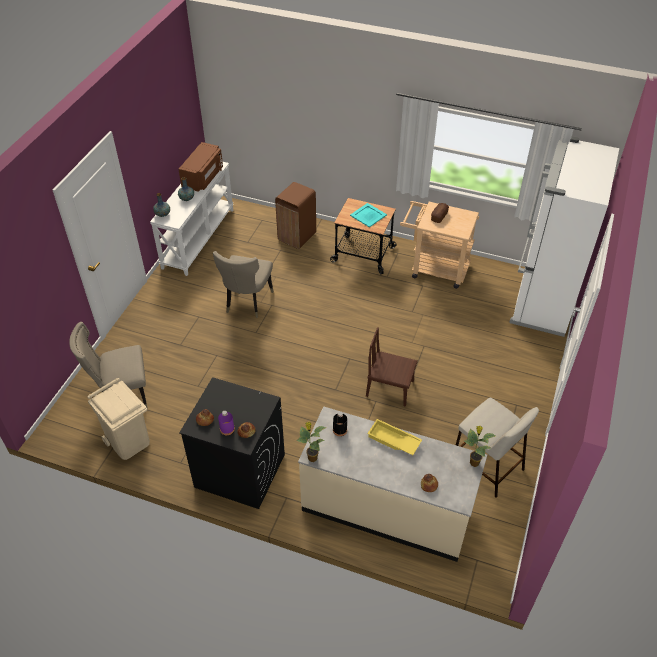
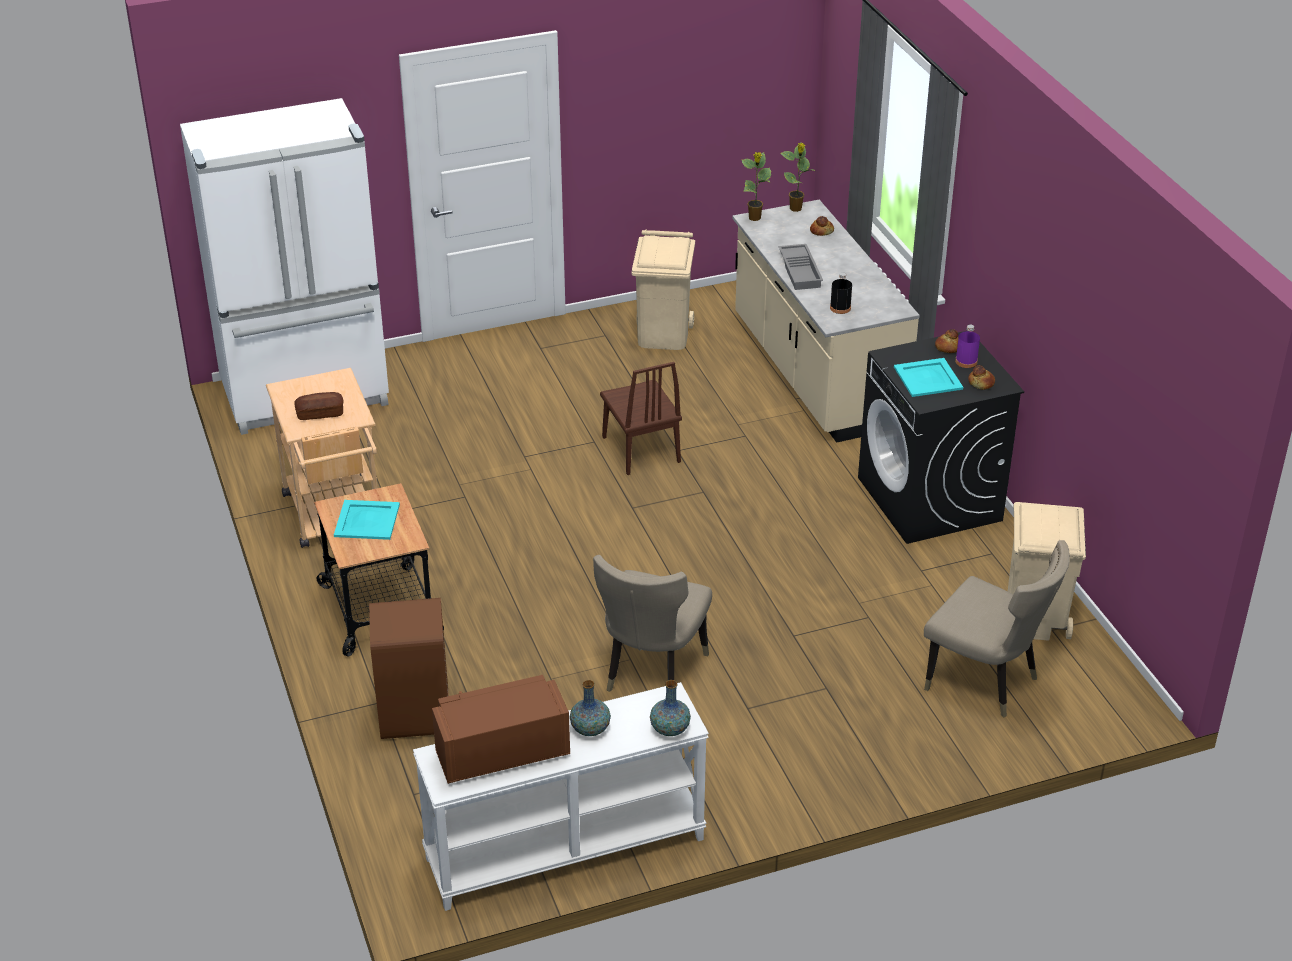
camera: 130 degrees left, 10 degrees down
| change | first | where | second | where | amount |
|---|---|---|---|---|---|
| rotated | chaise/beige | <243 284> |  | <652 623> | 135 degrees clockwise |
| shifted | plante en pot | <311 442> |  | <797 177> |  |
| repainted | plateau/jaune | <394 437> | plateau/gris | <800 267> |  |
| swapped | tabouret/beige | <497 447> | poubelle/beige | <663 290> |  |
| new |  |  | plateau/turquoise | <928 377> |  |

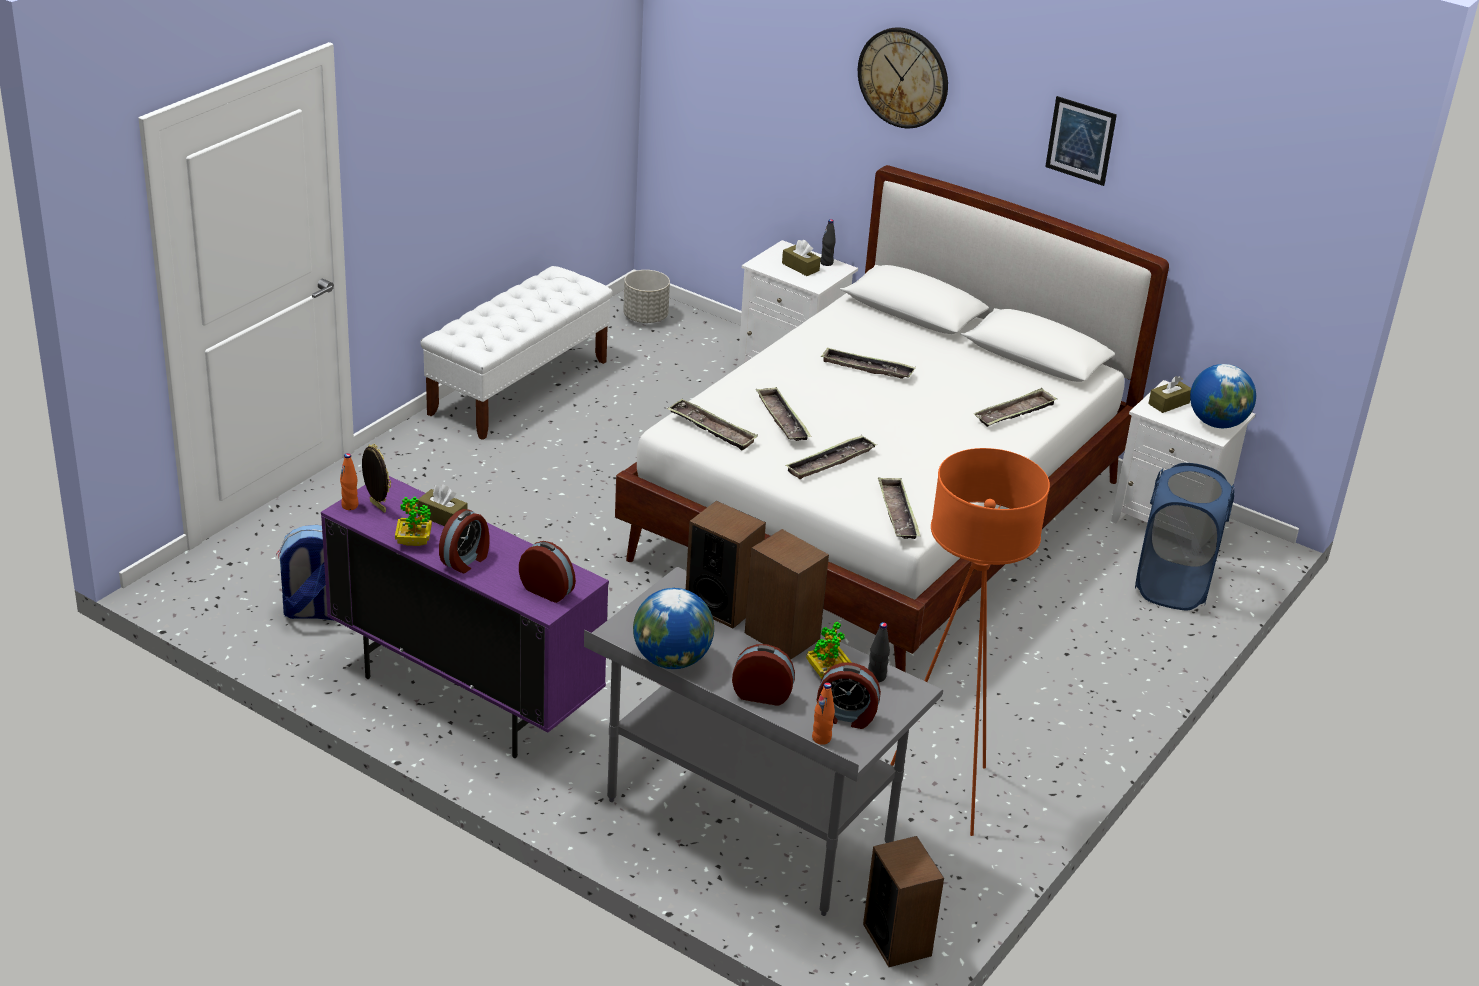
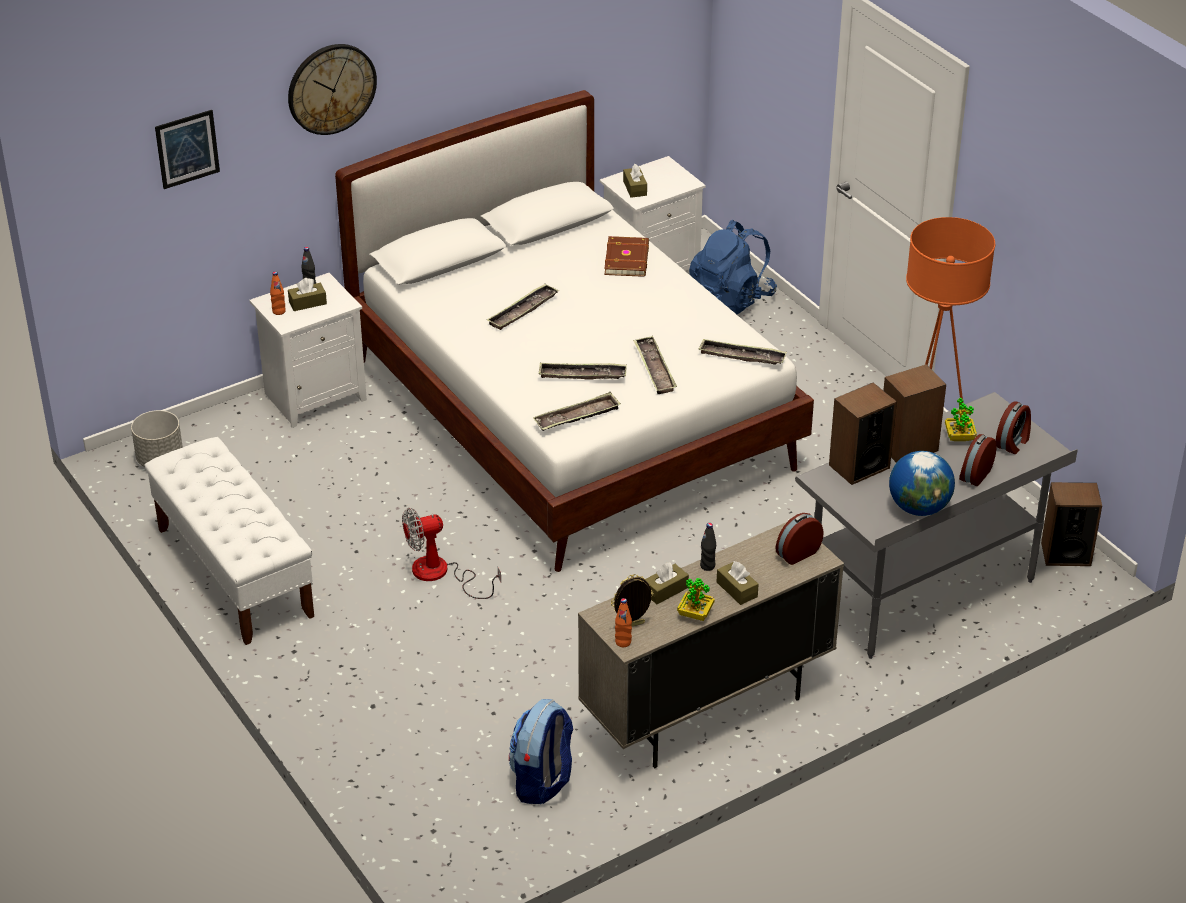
camera: 65 degrees left, 5 degrees up
| change | first | where | second | where | amount |
|---|---|---|---|---|---|
| repainted | meuble de rangement/violet | <465 617> | meuble de rangement/beige | <711 645> |  |
| swapped | réveil | <464 541> | boîte à mouchoirs/marron | <738 583> |  |
| shifted | bouteille/orange | <823 713> |  | <278 293> |  |
| shifted | bouteille/noir | <879 652> |  | <708 547> |  |
| swapped | plateau | <1015 407> | livre/marron | <626 256> |  |
| shifted | tableau | <1081 141> |  | <187 149> |  |
| swapped | panier à linge/bleu | <1185 536> | sac à dos/bleu | <733 267> |  |
| gone | globe | <1223 396> |  |  |  |
| new |  |  | ventilateur | <451 553> |  |

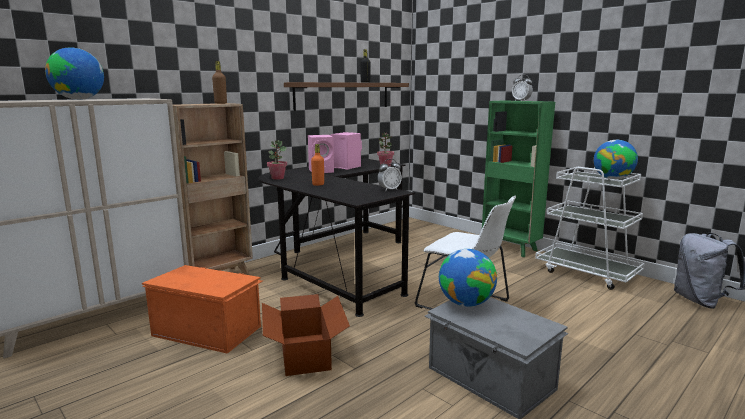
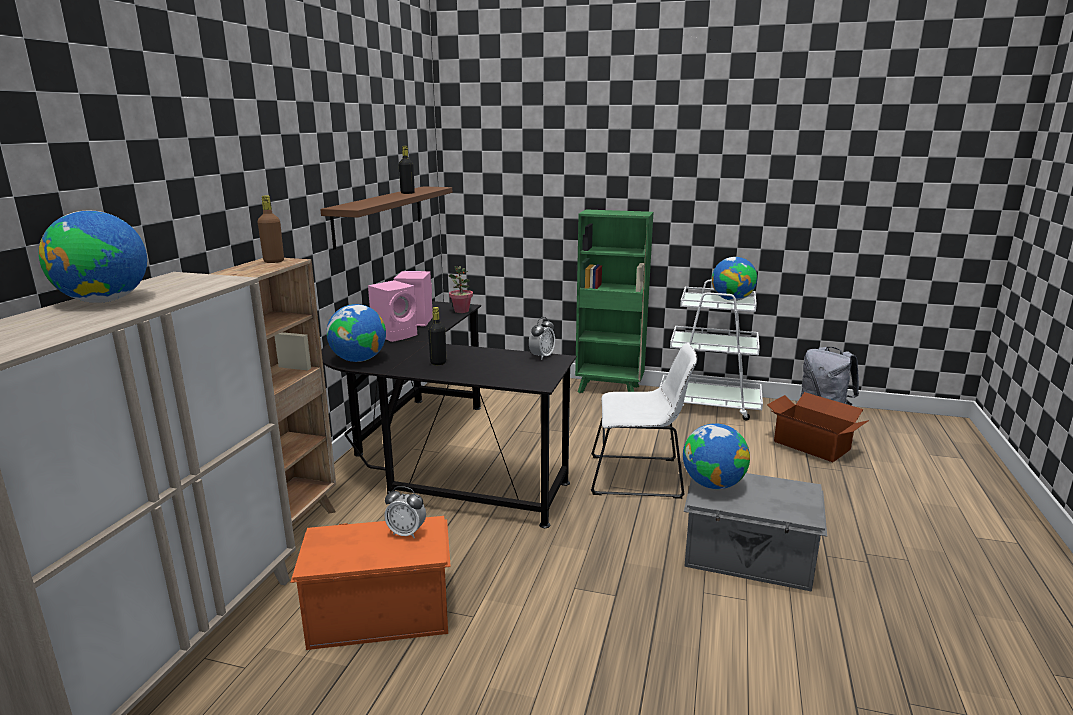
camera: 30 degrees left, 5 degrees up
| change | first | where | second | where | amount |
|---|---|---|---|---|---|
| shifted | carton | <306 335> |  | <818 427> |  |
| swapped | plante en pot | <277 160> | globe | <356 333> |  |
| repainted | bouteille/orange | <317 165> | bouteille/noir | <437 336> |  |
| shifted | réveil | <522 88> |  | <405 512> |  |

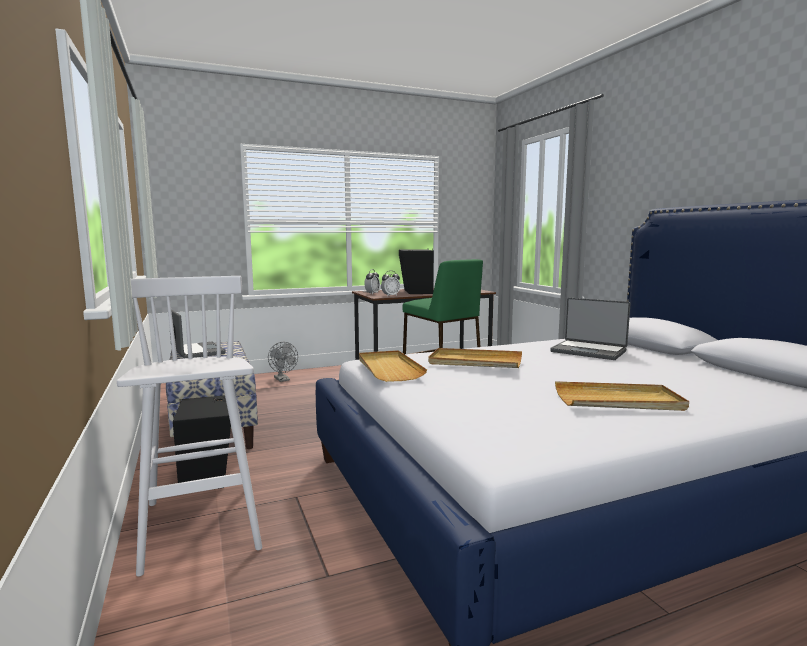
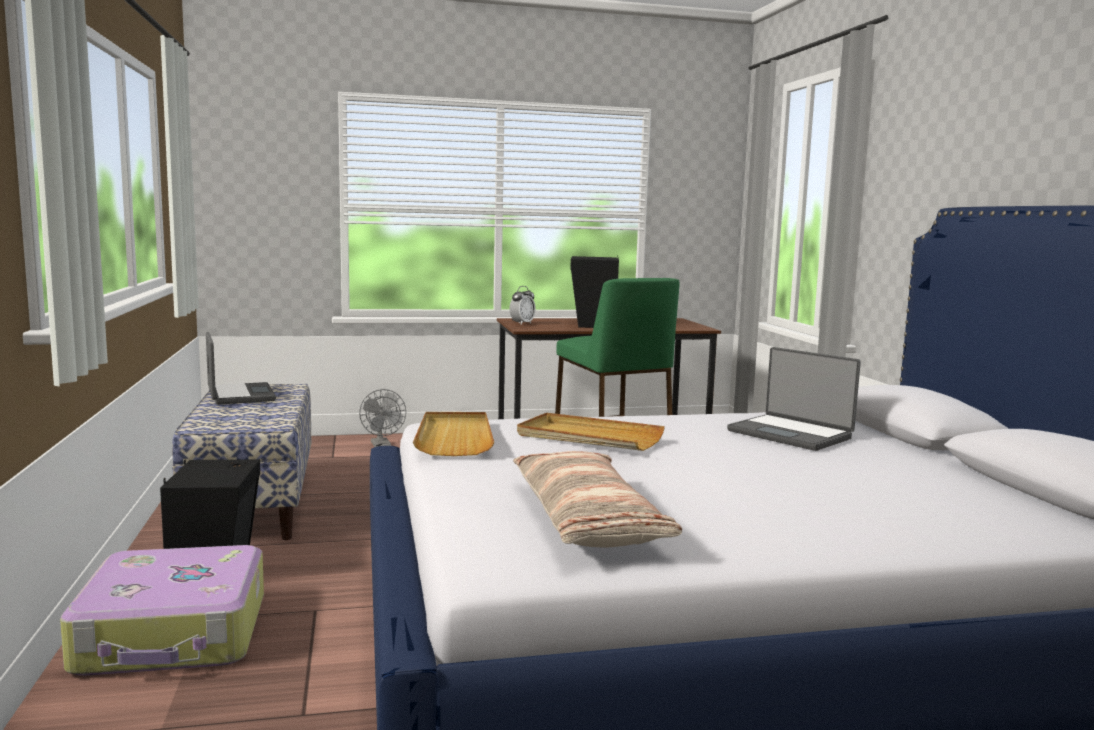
camera: 10 degrees right, 0 degrees up
| change | first | where | second | where | amount |
|---|---|---|---|---|---|
| swapped | tabouret/blanc | <189 426> | valise | <162 610> |  |
| gone | réveil | <391 284> |  |  |  |
| gone | plateau/beige | <622 396> |  |  |  |
| new |  |  | coussin | <597 499> |  |

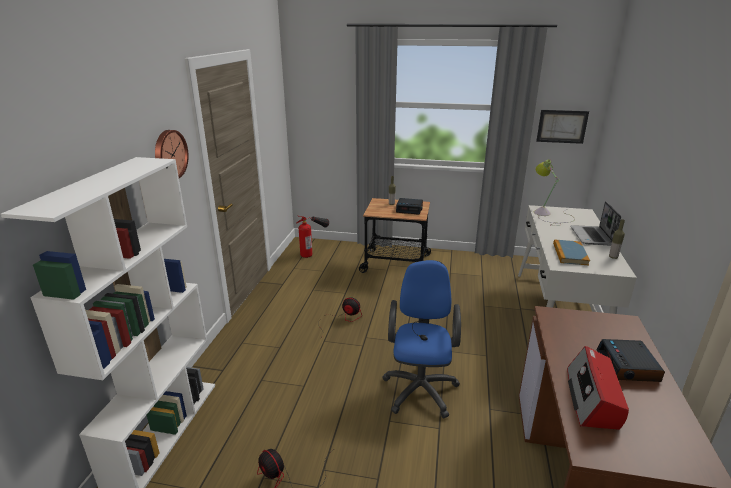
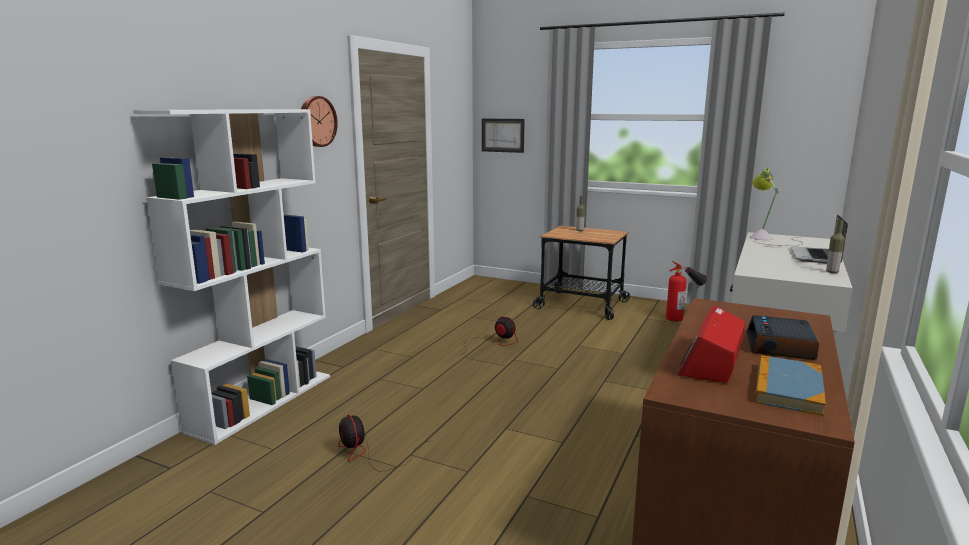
camera: 15 degrees right, 10 degrees down
| change | first | where | second | where | amount |
|---|---|---|---|---|---|
| shifted | extincteur | <313 237> |  | <686 291> |  |
| gone | chaise de bureau/bleu | <421 339> |  |  |  |
| gone | réveil | <409 206> |  |  |  |
| shifted | tableau | <562 127> |  | <503 135> |  |
| shifted | livre | <571 252> |  | <790 385> |  |

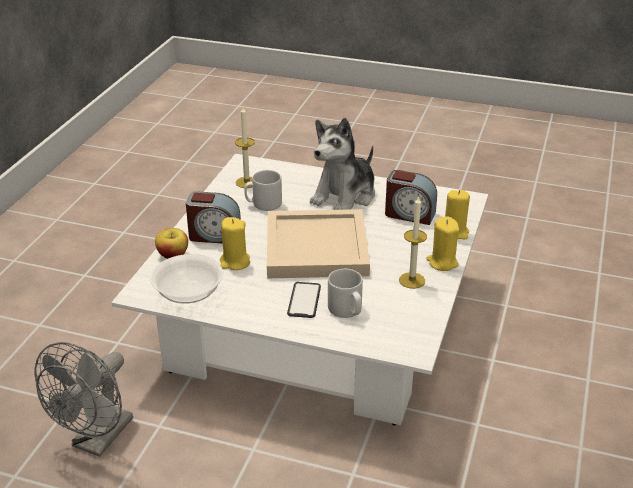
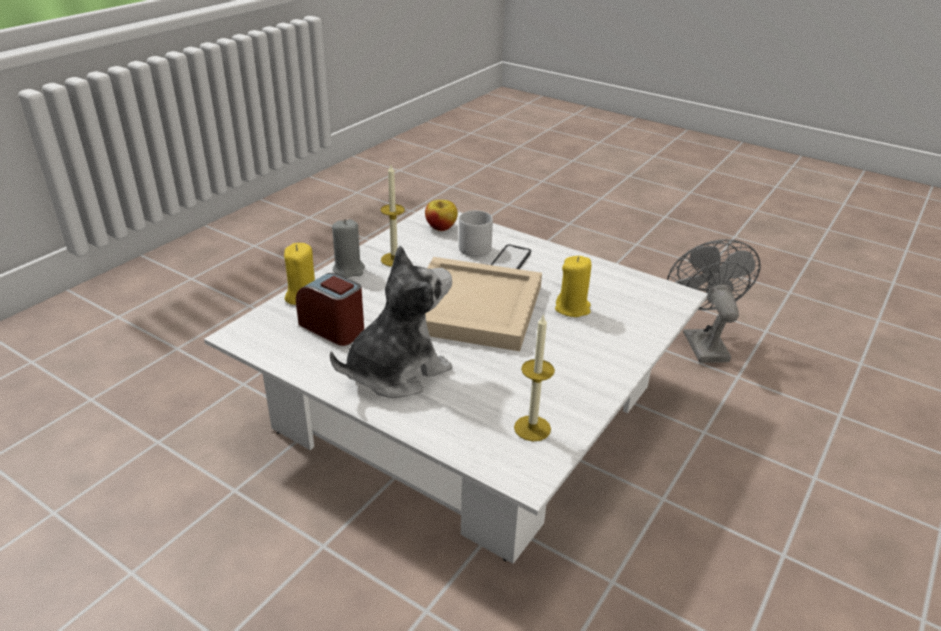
camera: 165 degrees left, 0 degrees up
| change | first | where | second | where | amount |
|---|---|---|---|---|---|
| rotated | ventilateur/gris | <84 399> |  | <714 301> | 45 degrees counterclockwise |
| gone | bol | <186 279> |  |  |  |
| shifted | pomme | <171 243> |  | <441 215> |  |
| gone | réveil | <213 217> |  |  |  |
| gone | mug/gris | <263 190> |  |  |  |
| repainted | bougie/jaune | <442 244> | bougie/gris | <348 248> |  |

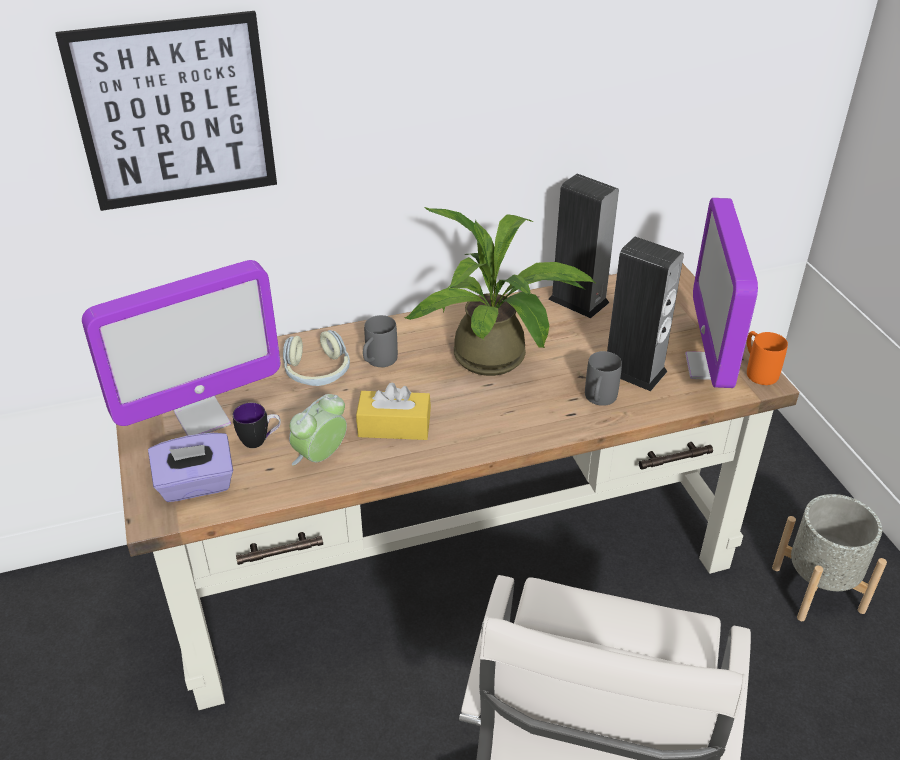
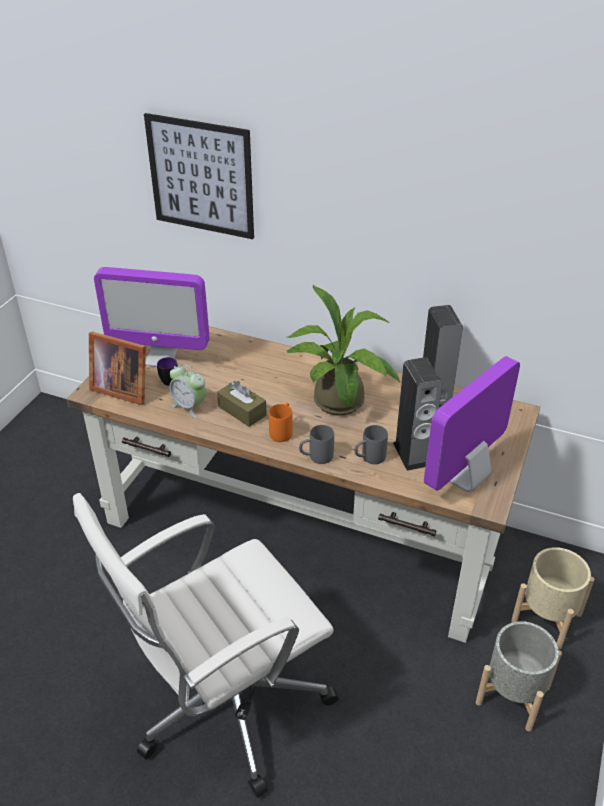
camera: 40 degrees right, 0 degrees up
| change | first | where | second | where | amount |
|---|---|---|---|---|---|
| swapped | boîte à mouchoirs/violet | <190 467> | cadre photo | <117 368> |  |
| gone | casque audio | <316 358> |  |  |  |
| rotated | réveil | <318 429> |  | <188 391> | 135 degrees counterclockwise |
| repainted | boîte à mouchoirs/jaune | <393 411> | boîte à mouchoirs/marron | <242 404> |  |
| shifted | mug/gris | <380 341> |  | <316 444> |  |
| shifted | mug/orange | <767 358> |  | <281 422> |  |
| new |  |  | cache-pot/beige | <552 598> |  |

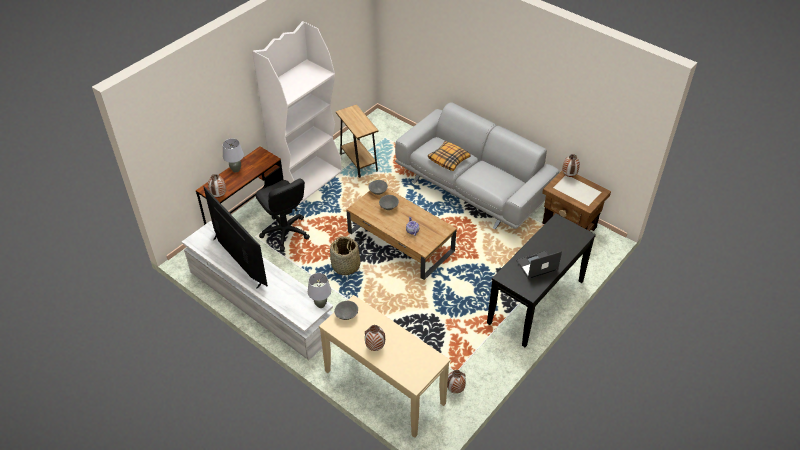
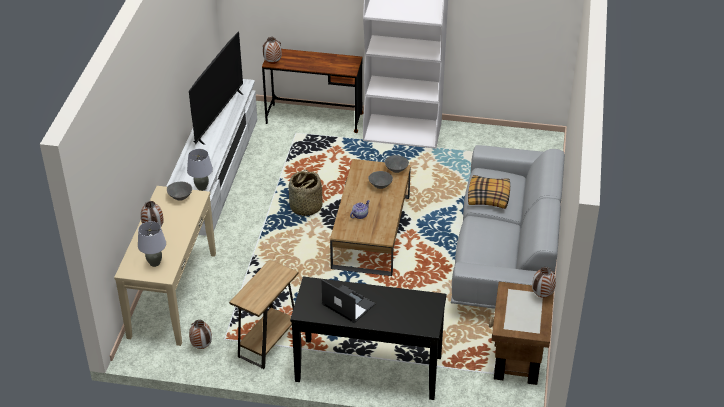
camera: 60 degrees right, 5 degrees down
| change | first | where | second | where | amount |
|---|---|---|---|---|---|
| shifted | lampe de table/gris | <233 155> |  | <152 244> |  |
| gone | chaise de bureau/noir | <283 214> |  |  |  |
| shifted | table d'appoint/marron | <357 141> |  | <264 314> |  |

